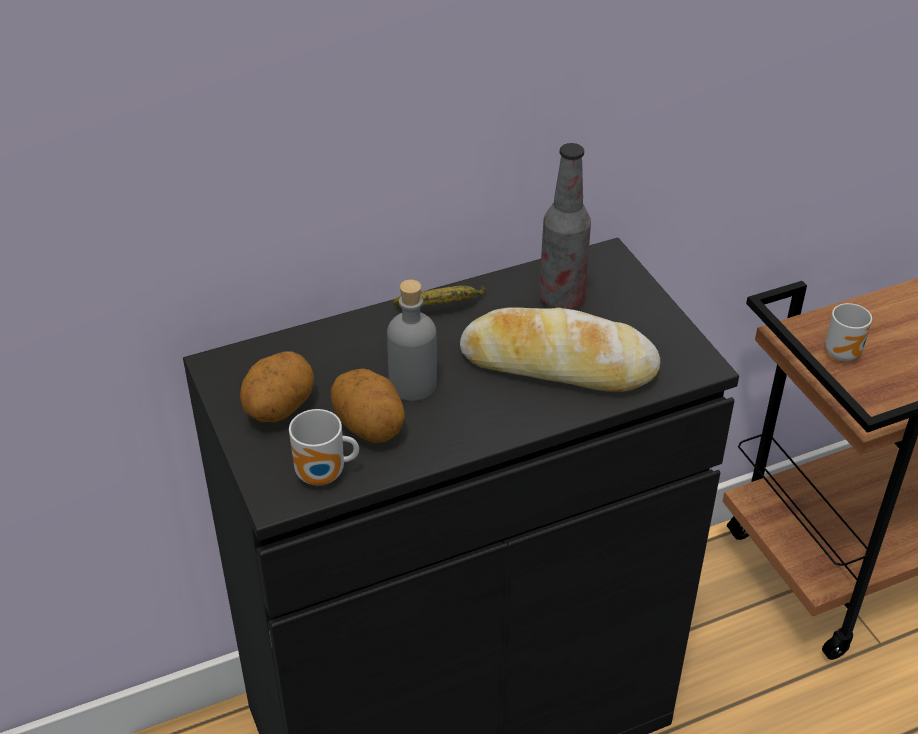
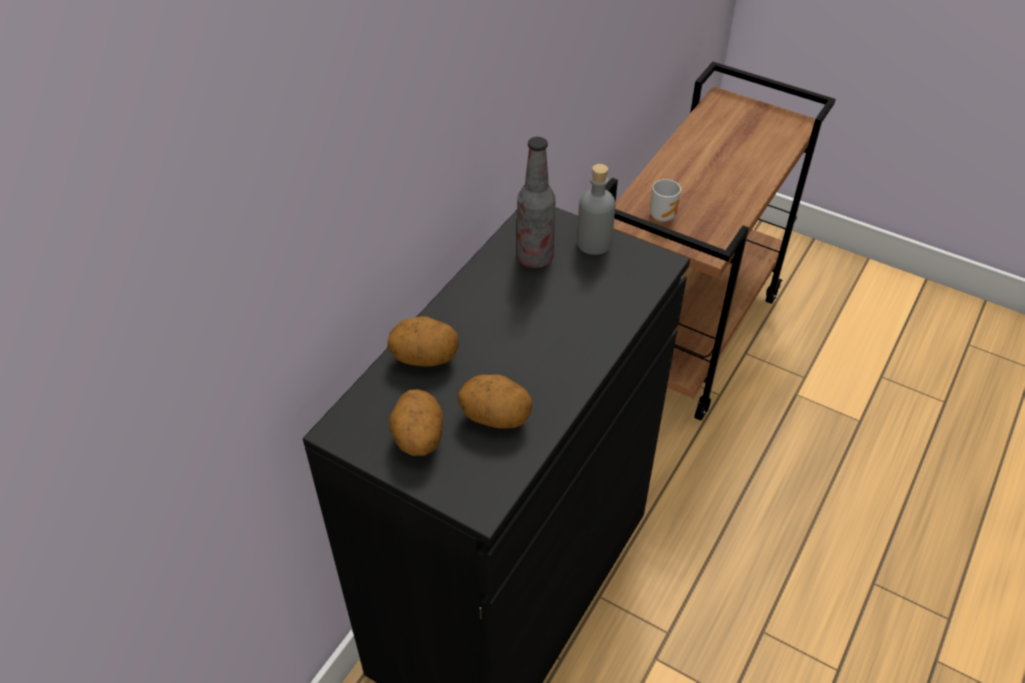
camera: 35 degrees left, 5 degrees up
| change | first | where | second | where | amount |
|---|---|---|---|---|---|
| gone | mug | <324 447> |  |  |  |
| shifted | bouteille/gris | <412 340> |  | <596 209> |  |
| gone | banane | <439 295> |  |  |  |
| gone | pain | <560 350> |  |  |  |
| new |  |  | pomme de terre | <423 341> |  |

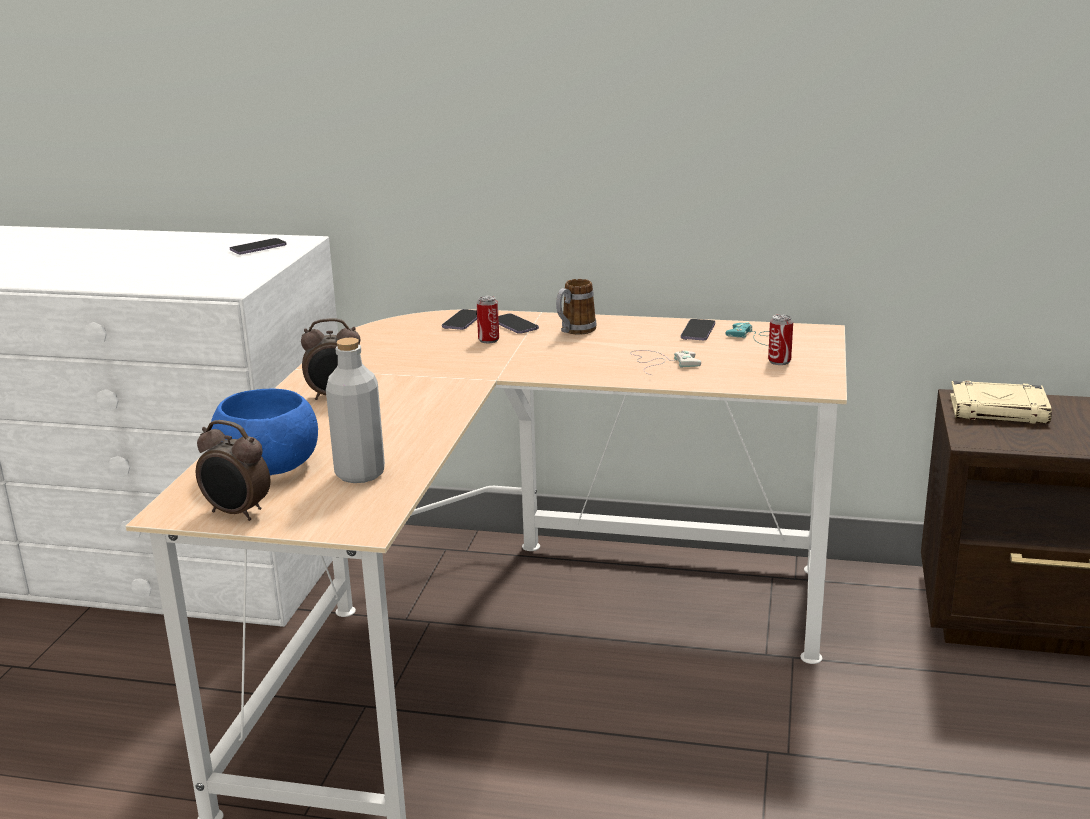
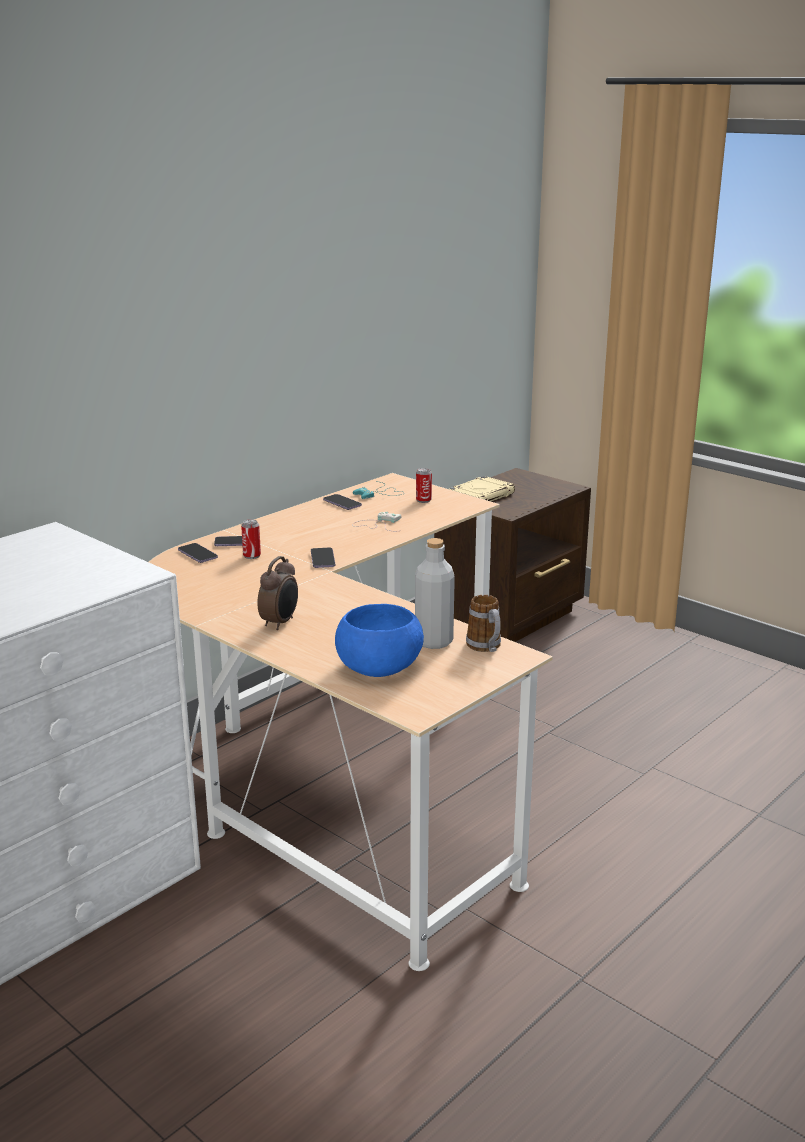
camera: 60 degrees left, 0 degrees up
| change | first | where | second | where | amount |
|---|---|---|---|---|---|
| gone | réveil | <233 470> |  |  |  |
| shifted | téléphone | <258 246> |  | <323 558> |  |
| shifted | mug | <576 307> |  | <483 623> |  |

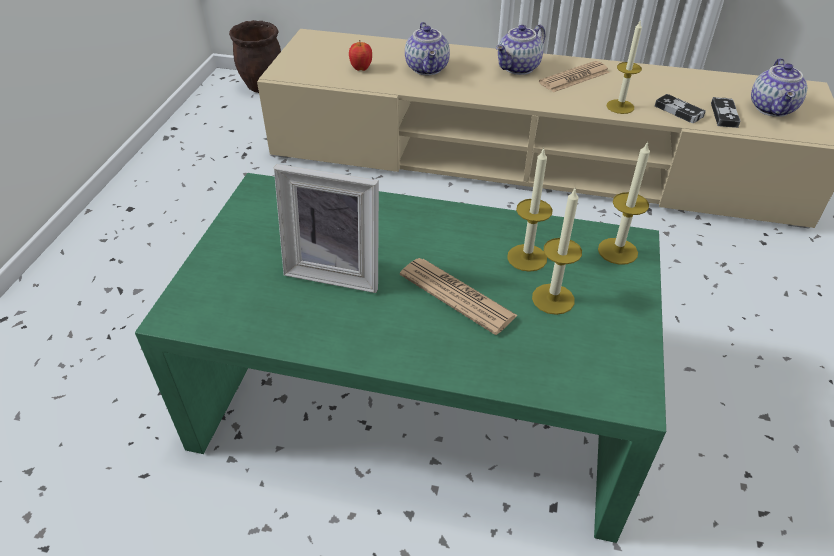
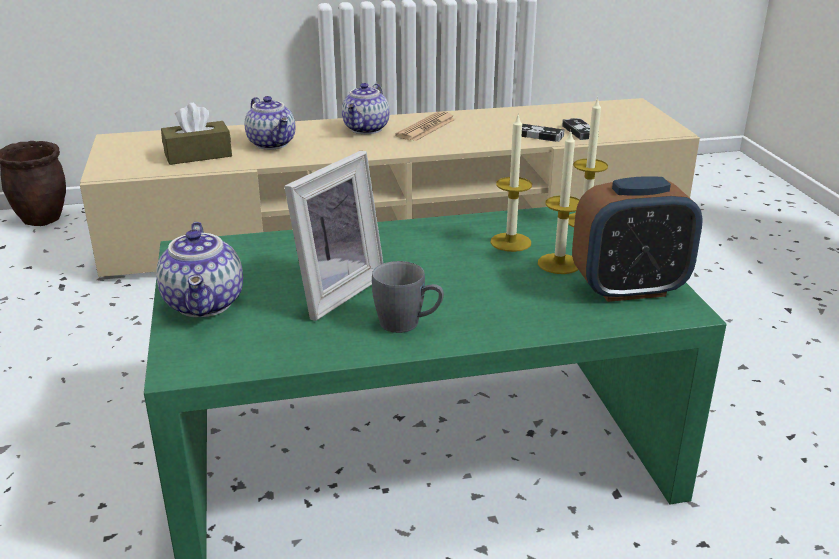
camera: 25 degrees left, 15 degrees down
| change | first | where | second | where | amount |
|---|---|---|---|---|---|
| rotated | cadre photo | <326 228> |  | <333 236> | 45 degrees counterclockwise |
| swapped | pomme | <360 55> | boîte à mouchoirs/marron | <196 134> |  |
| gone | journal | <459 296> |  |  |  |
| gone | bougie | <624 66> |  |  |  |
| shifted | théière | <779 87> |  | <199 269> |  |
| new |  |  | mug/gris | <408 297> |  |
| new |  |  | réveil | <637 239> |  |

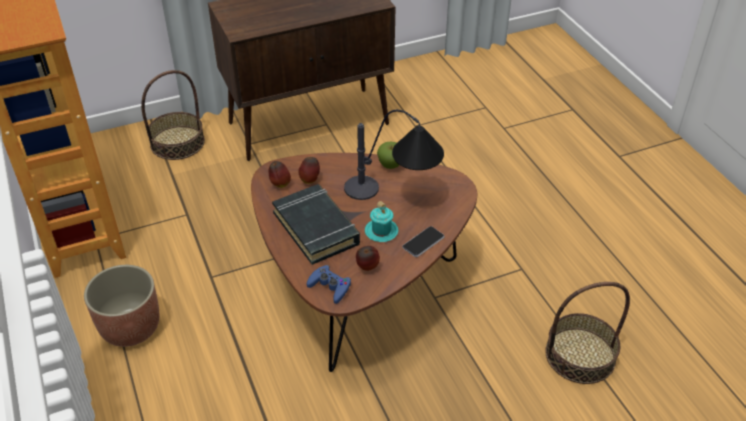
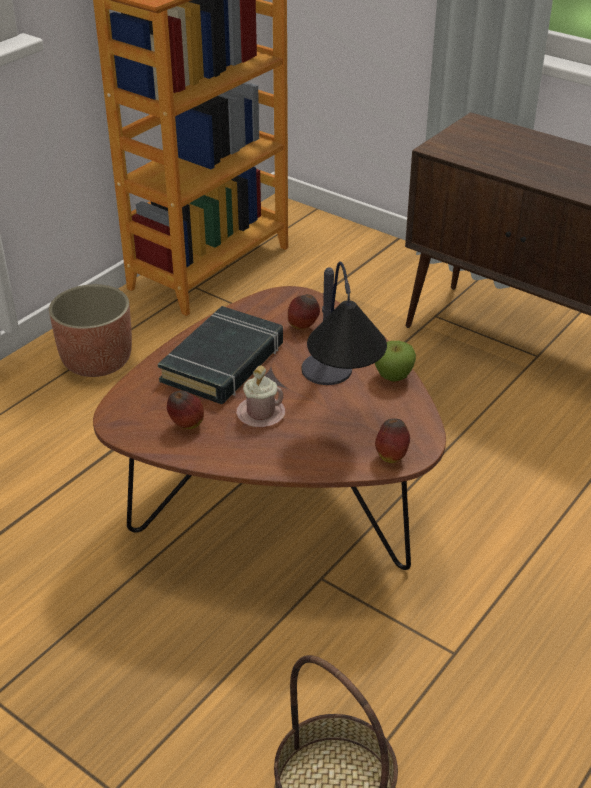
camera: 60 degrees right, 5 degrees down
| change | first | where | second | where | amount |
|---|---|---|---|---|---|
| gone | panier | <173 115> |  |  |  |
| shifted | pomme | <280 174> |  | <392 440> |  |
| gone | manette/bleu | <329 284> |  |  |  |
| repainted | mug/turquoise | <381 221> | mug/rose | <260 396> |  |
| gone | téléphone | <423 241> |  |  |  |

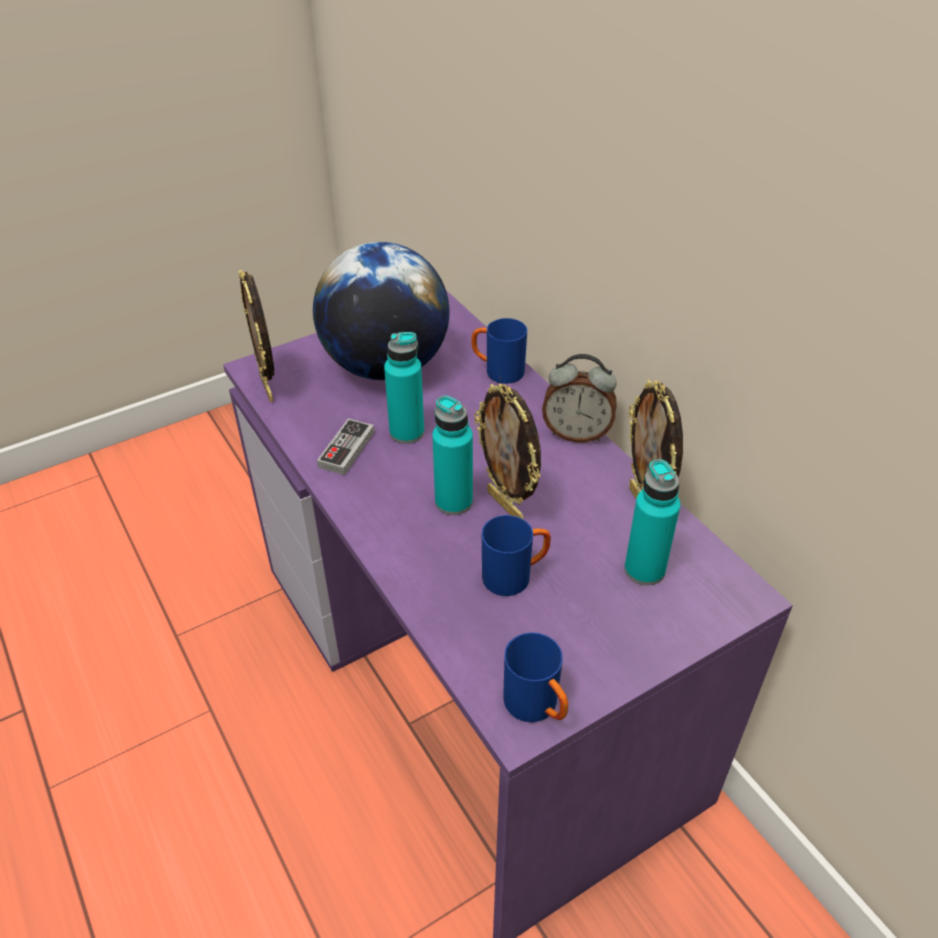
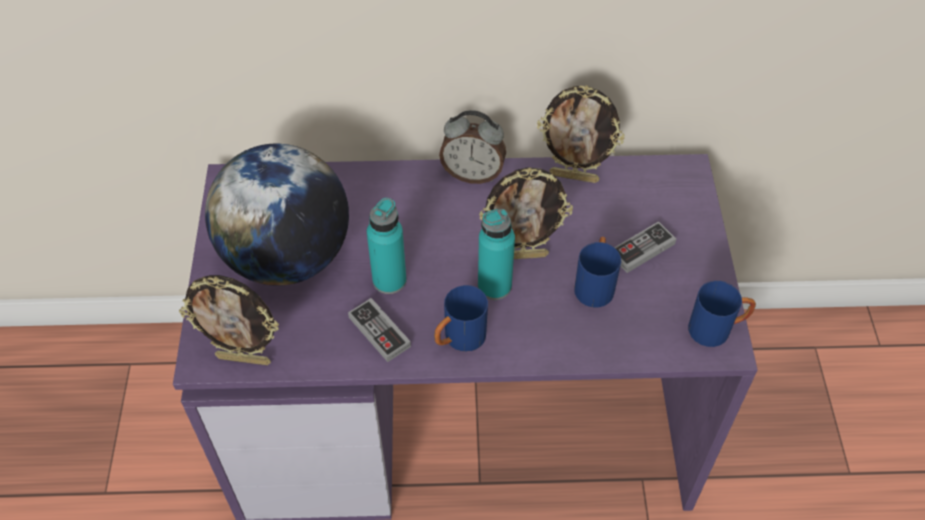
camera: 60 degrees left, 10 degrees up
| change | first | where | second | where | amount |
|---|---|---|---|---|---|
| shifted | mug/bleu | <499 351> |  | <461 318> |  |
| rotated | réveil | <579 398> |  | <472 147> | 60 degrees clockwise |
| gone | bouteille/turquoise | <652 522> |  |  |  |
| new |  |  | manette | <645 247> |  |

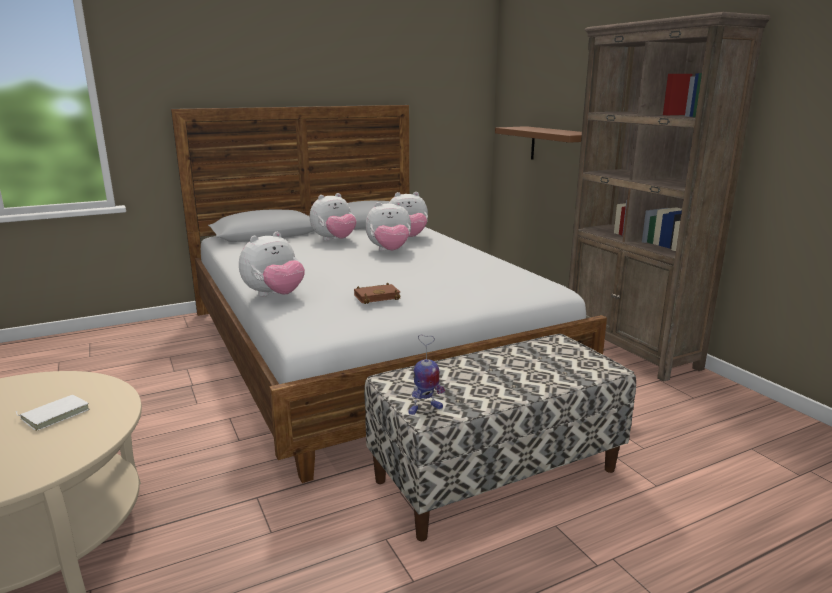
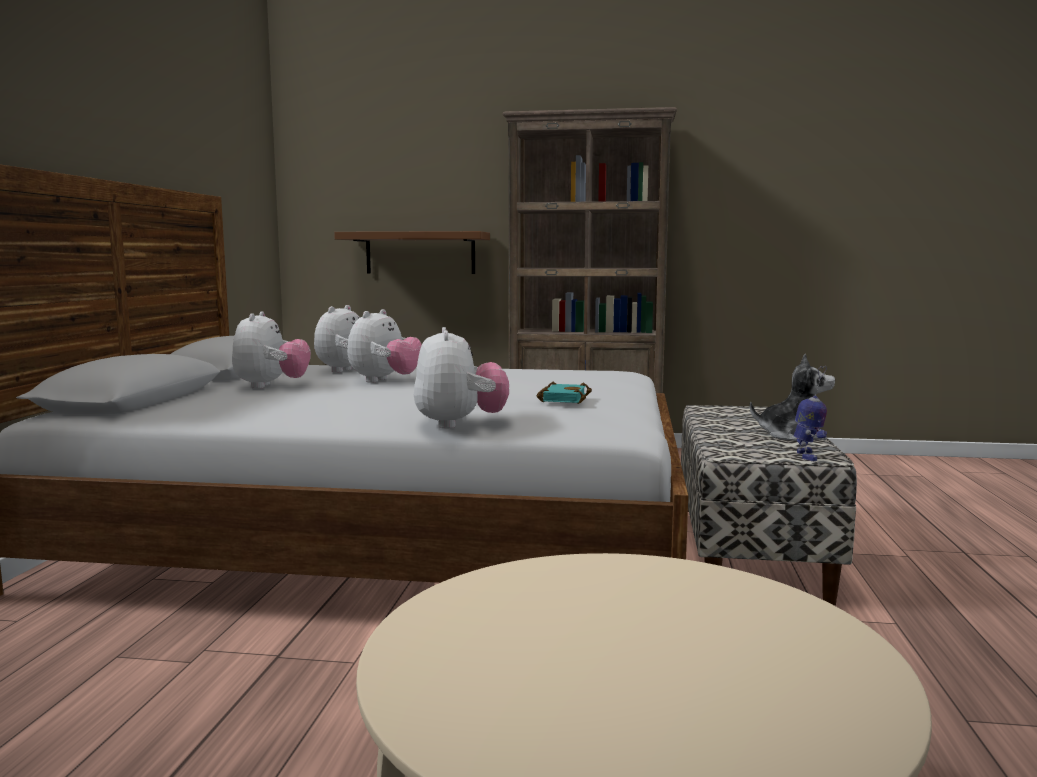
camera: 55 degrees left, 10 degrees down
| change | first | where | second | where | amount |
|---|---|---|---|---|---|
| gone | livre/blanc | <52 413> |  |  |  |
| repainted | livre/marron | <377 293> | livre/turquoise | <564 393> |  |
| new |  |  | peluche | <792 397> |  |

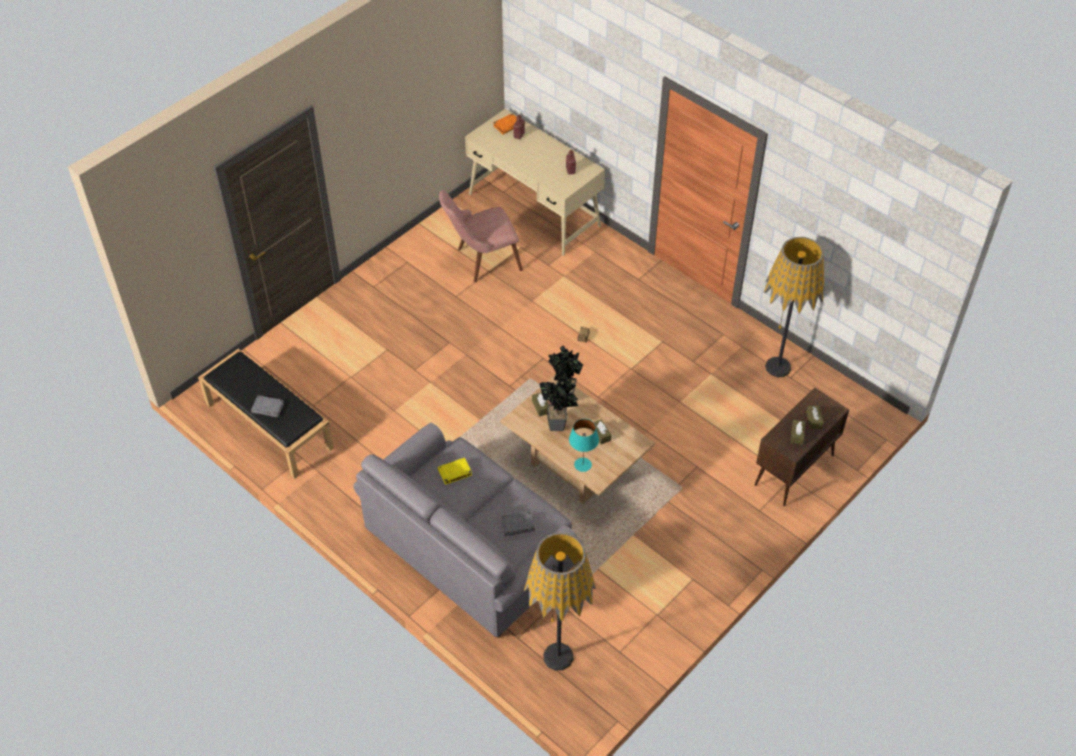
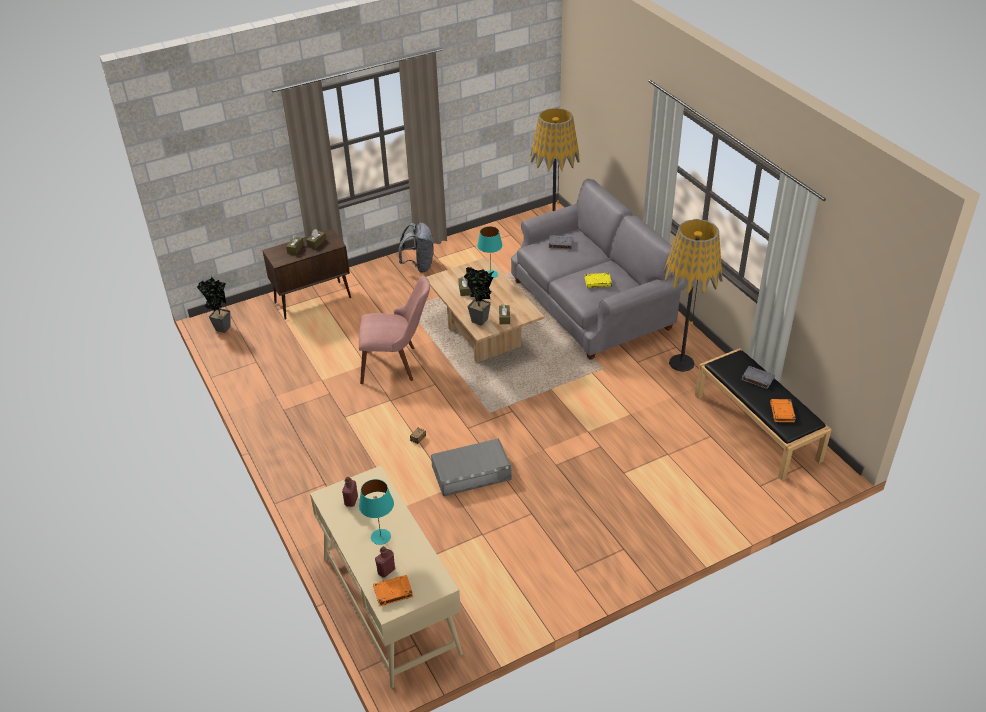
camera: 160 degrees left, 10 degrees down
| change | first | where | second | where | amount |
|---|---|---|---|---|---|
| shifted | chaise/rose | <481 236> |  | <394 330> |  |
| shifted | plante en pot | <558 404> |  | <214 304> |  |
| shifted | lampadaire | <794 307> |  | <693 295> |  |
| new |  |  | lampe de table/turquoise | <376 512> |  |
| new |  |  | sac à dos/gris | <416 247> |  |
| new |  |  | boîte de rangement/gris | <471 467> |  |
| new |  |  | livre/orange | <783 410> |  |

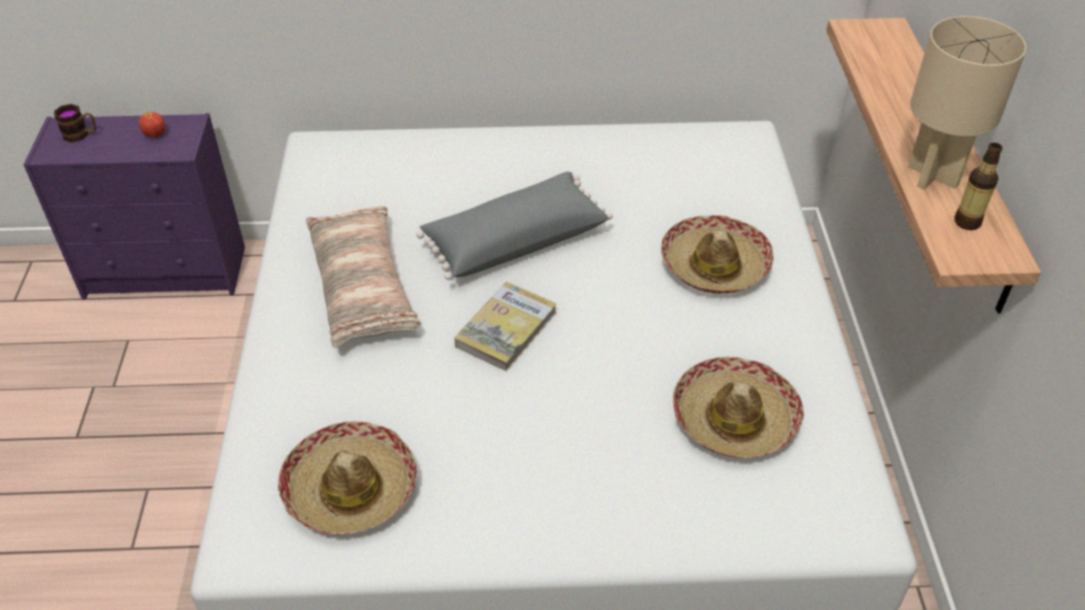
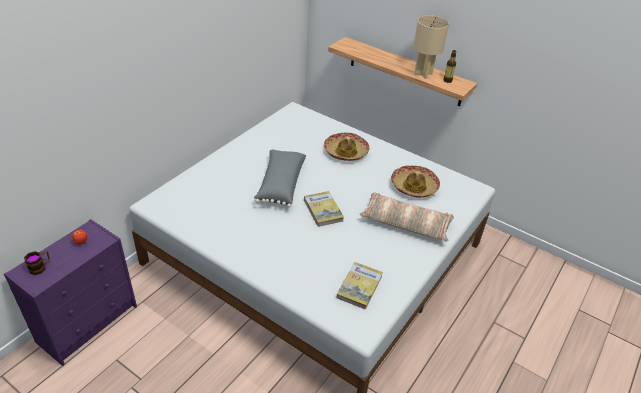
camera: 55 degrees left, 5 degrees down
| change | first | where | second | where | amount |
|---|---|---|---|---|---|
| swapped | chapeau | <347 478> | livre | <359 286> |  |
| shifted | coussin | <363 277> |  | <407 216> |  |

